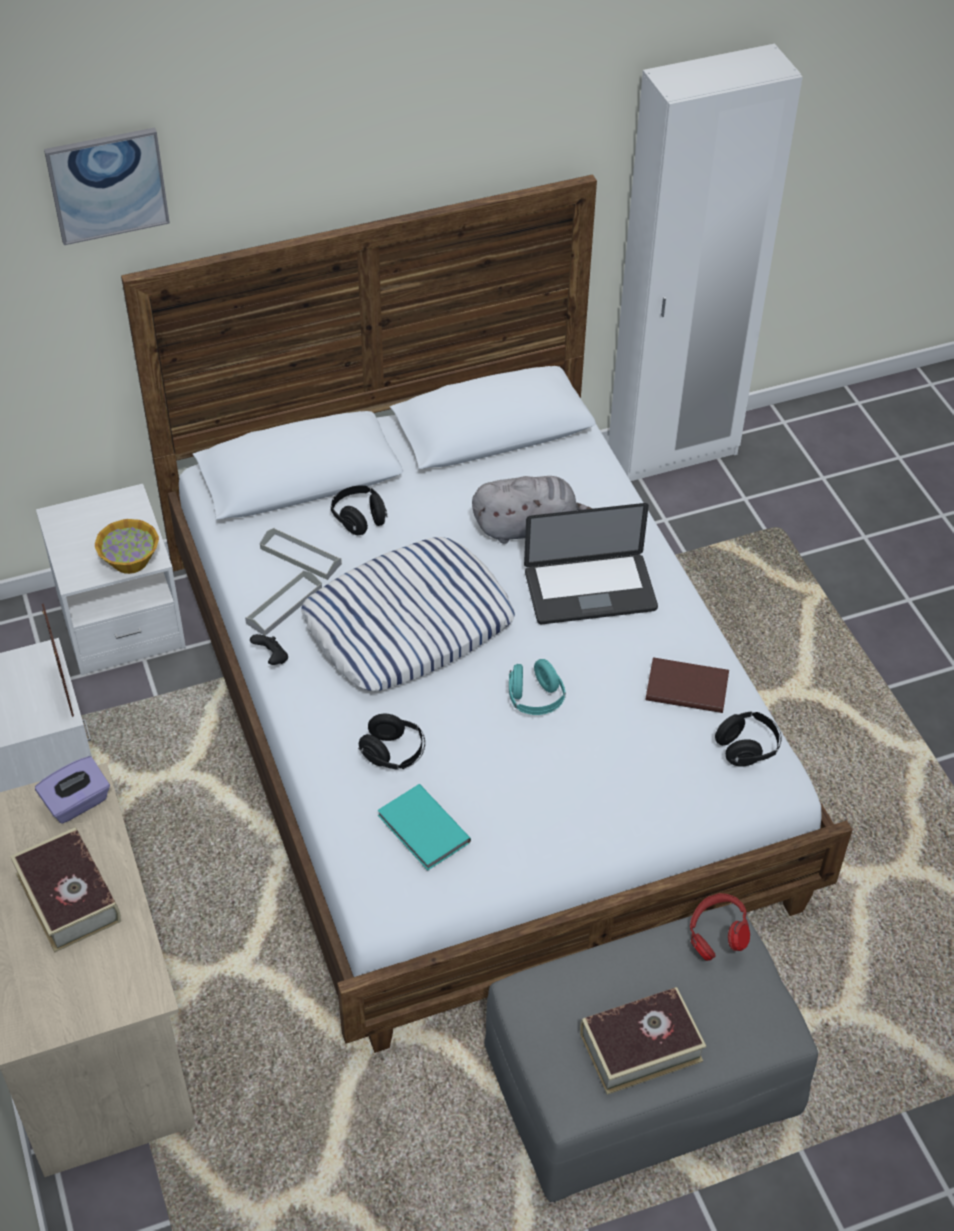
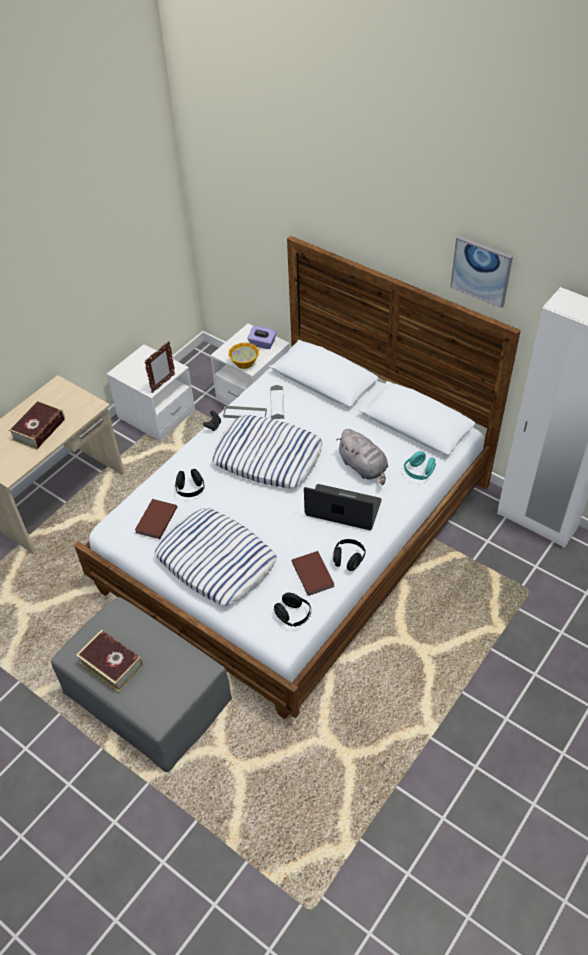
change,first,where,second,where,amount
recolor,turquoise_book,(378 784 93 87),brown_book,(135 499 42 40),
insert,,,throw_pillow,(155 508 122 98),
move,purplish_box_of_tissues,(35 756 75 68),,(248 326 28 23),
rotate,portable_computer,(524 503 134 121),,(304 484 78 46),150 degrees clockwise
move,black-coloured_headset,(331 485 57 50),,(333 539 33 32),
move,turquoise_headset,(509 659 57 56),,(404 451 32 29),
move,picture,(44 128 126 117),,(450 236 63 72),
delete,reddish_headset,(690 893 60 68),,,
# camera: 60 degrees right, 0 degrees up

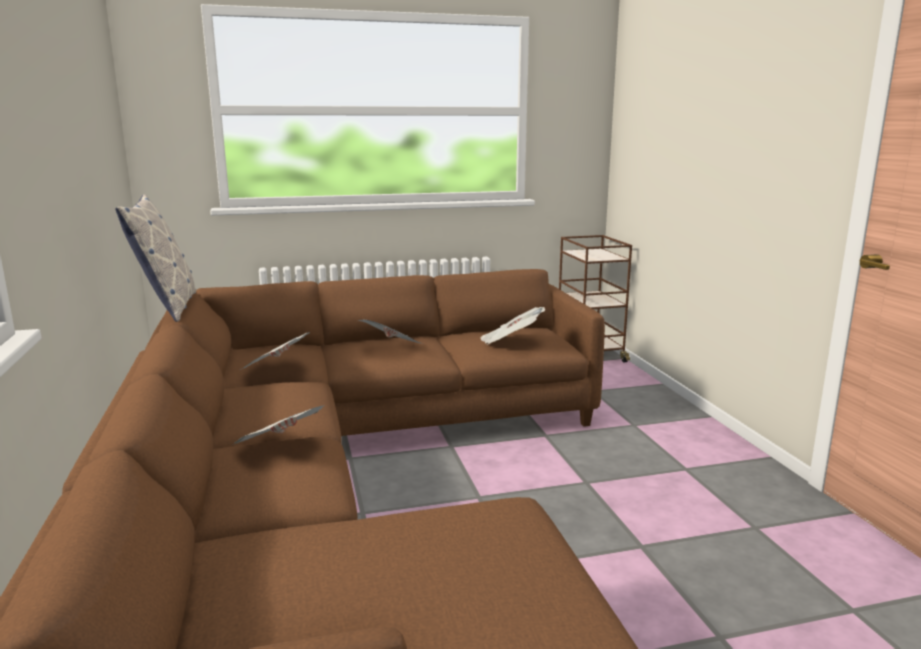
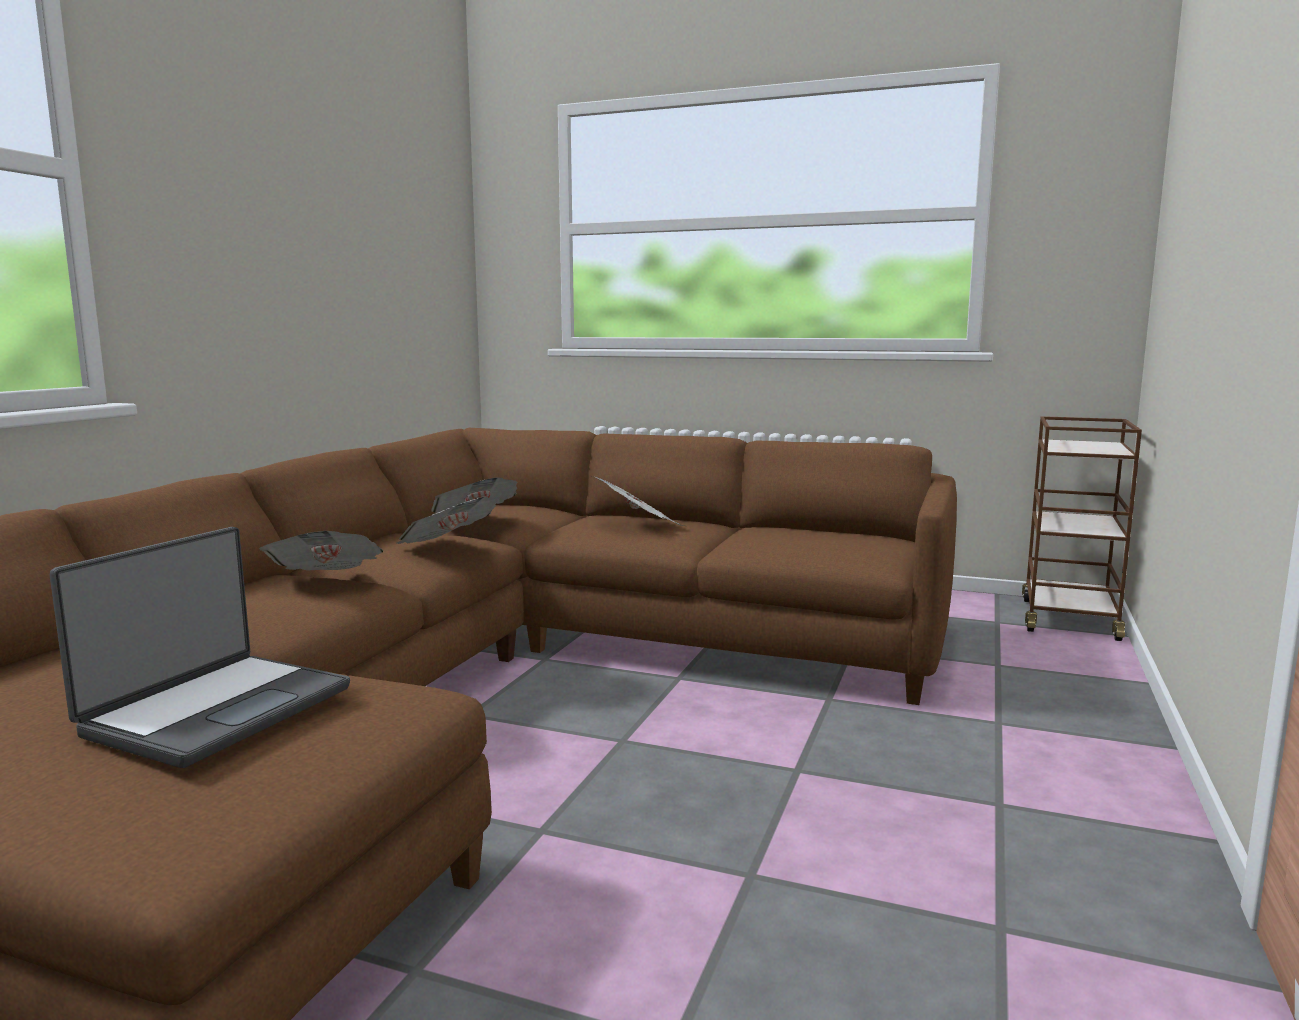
change,first,where,second,where,amount
insert,,,portable_computer,(50 527 300 241),
move,daily_paper,(481 307 64 38),,(396 496 103 48),
delete,throw_pillow,(115 194 81 128),,,
# camera: 35 degrees right, 5 degrees down

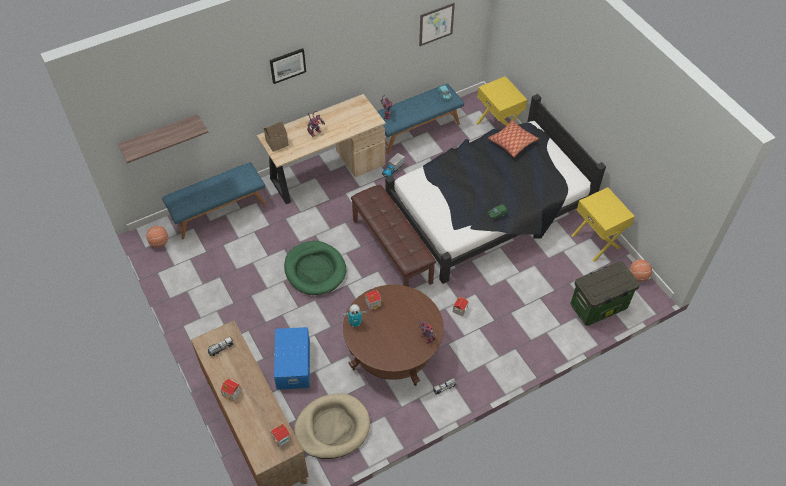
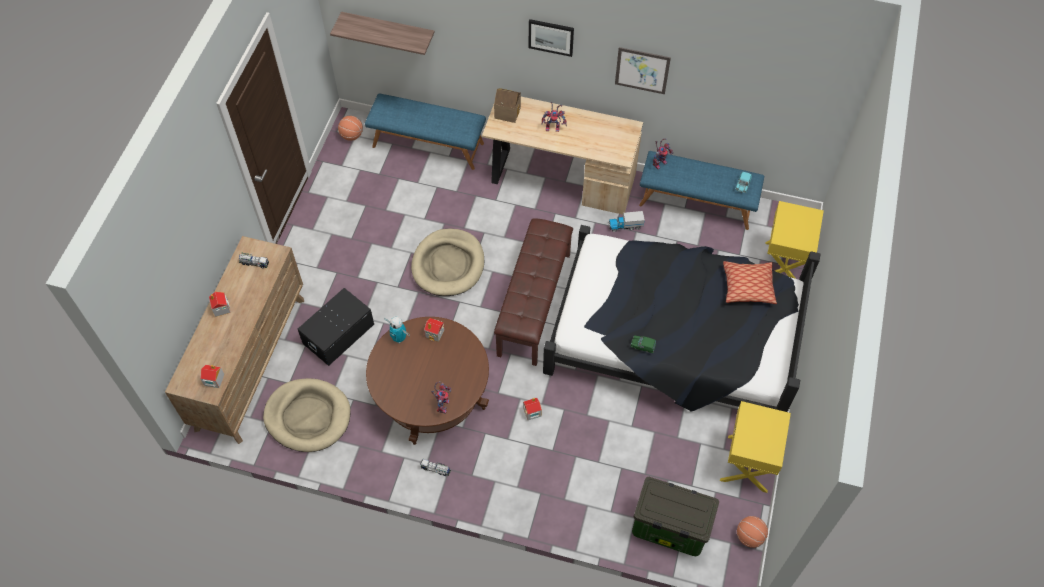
change,first,where,second,where,amount
recolor,blue_storage_bin,(274 327 36 63),black-coloured_storage_bin,(298 288 76 78),
recolor,green-coloured_dog_bed,(284 241 62 54),beige_dog_bed,(411 228 73 68),
move,picture,(419 3 36 43),,(615 47 56 47),
# camera: 45 degrees right, 5 degrees up

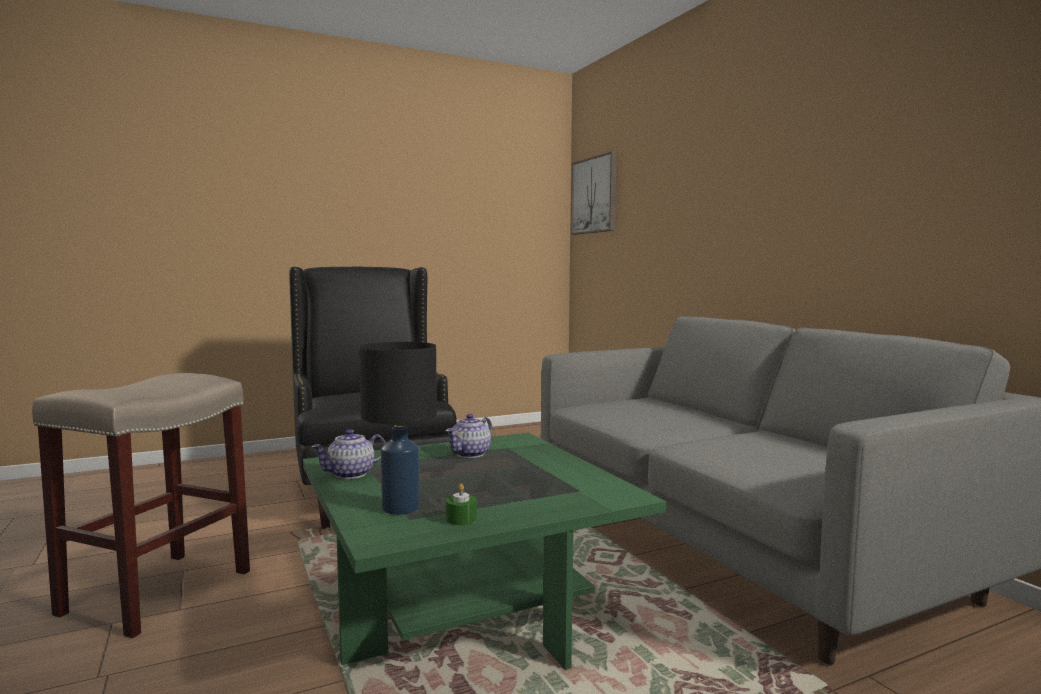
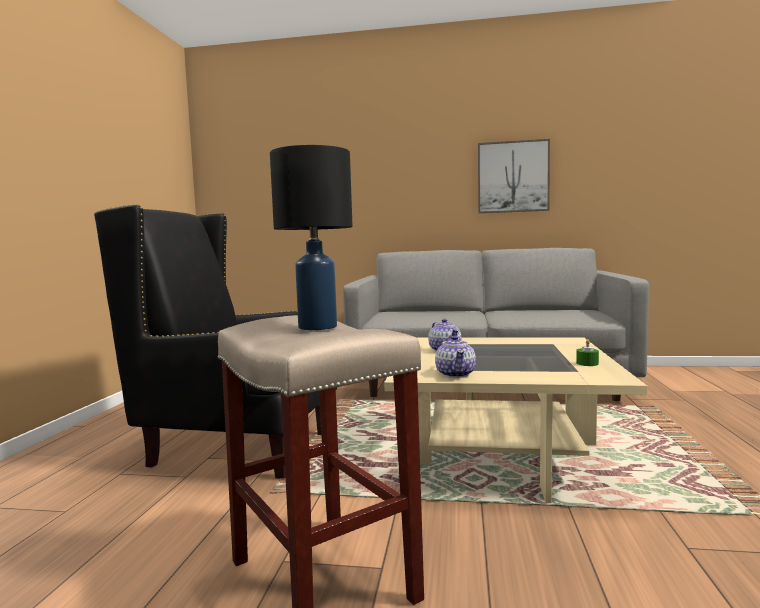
change,first,where,second,where,amount
move,black-coloured_table_lamp,(359 342 78 173),,(270 145 82 185),
recolor,green-coloured_coffee_table,(303 433 363 237),beige_coffee_table,(384 337 263 166),
move,picture,(571 151 46 84),,(478 139 72 74),
# camera: 55 degrees left, 0 degrees up

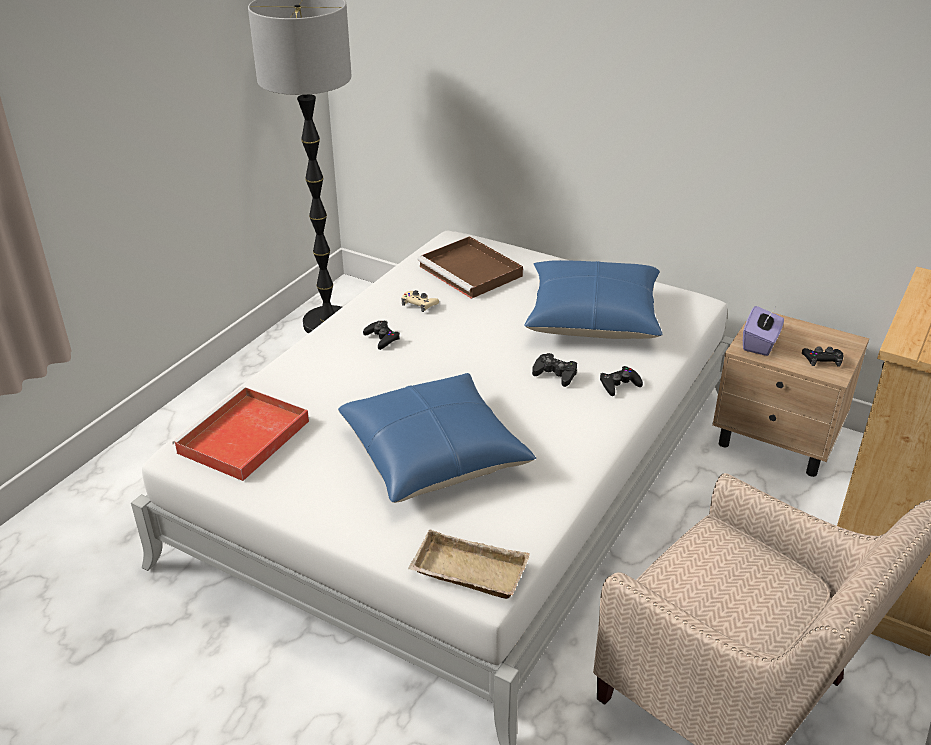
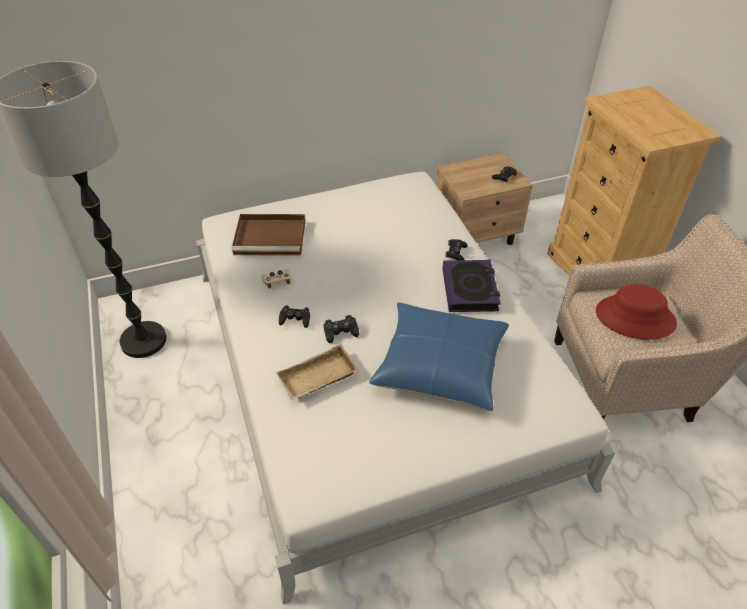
change,first,where,second,where,amount
move,beige_carrying_tray,(408 529 122 70),,(276 344 83 56),
move,black-coloured_gamepad,(532 353 45 34),,(324 315 35 28),
insert,,,book,(442 260 59 52),
insert,,,reddish_wearable_hat,(596 284 81 56),
delete,reddish_carrying_tray,(172 387 137 94),,,
delete,blue_throw_pillow,(524 260 138 79),,,
delete,purplish_box_of_tissues,(743 306 41 50),,,
# camera: 50 degrees left, 10 degrees up

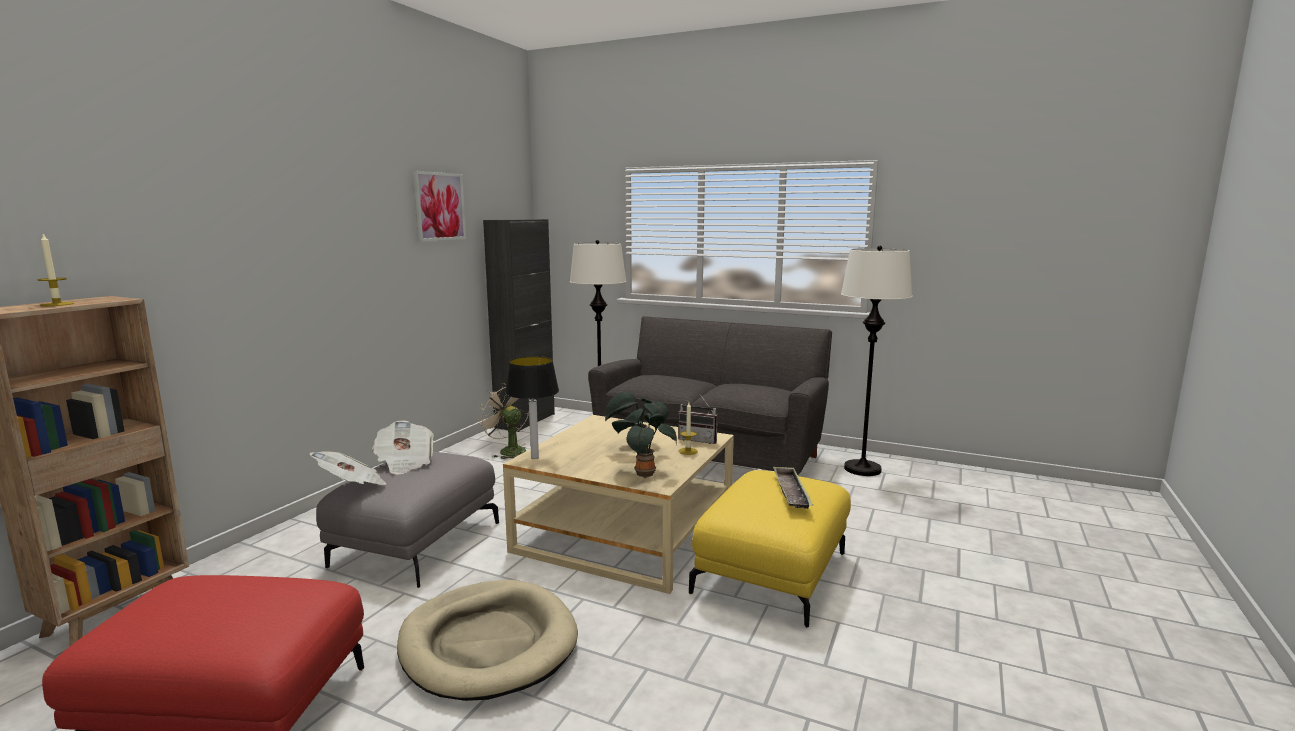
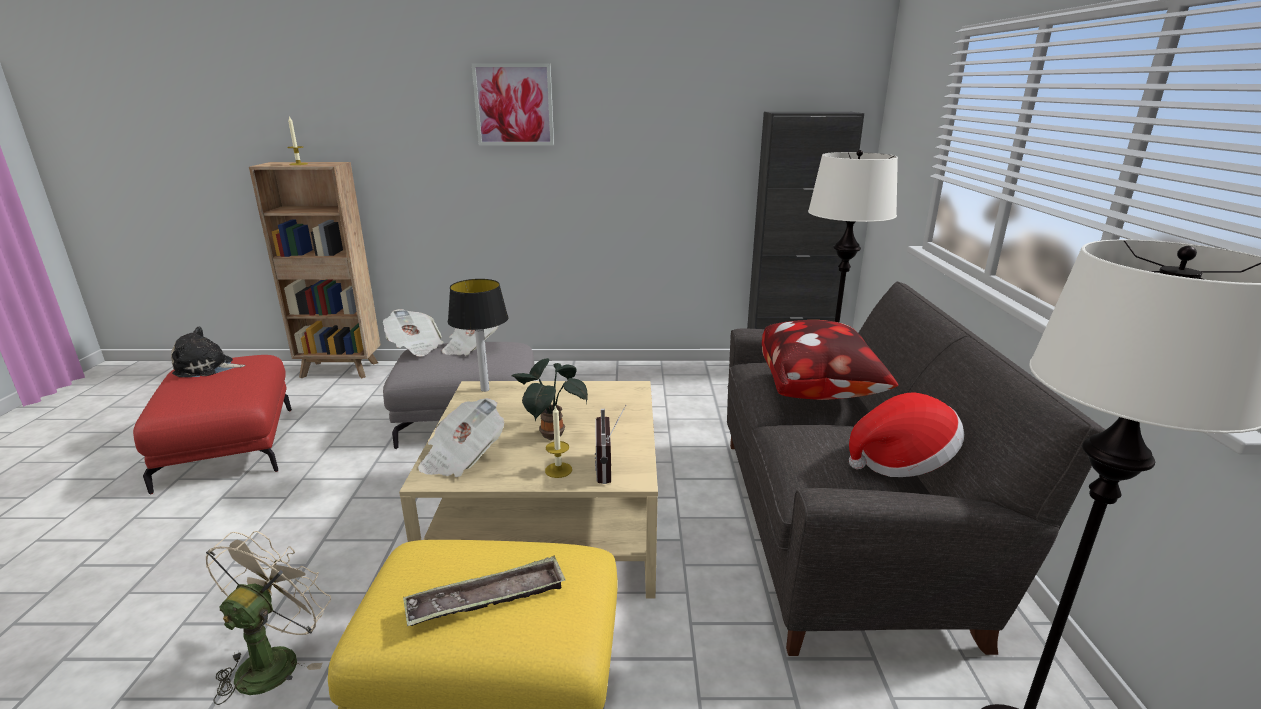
change,first,where,second,where,amount
insert,,,plush_toy,(171 326 74 51),
move,beige_fan,(478 383 52 76),,(206 531 125 174),
replace,plant_in_a_pot,(612 409 65 69),daily_paper,(418 398 86 79),
move,picture,(413 171 53 71),,(472 63 82 82),
insert,,,throw_pillow,(762 320 136 80),
insert,,,wearable_hat,(849 393 115 84),
delete,beige_dog_bed,(397 580 181 121),,,
# camera: 65 degrees right, 10 degrees up

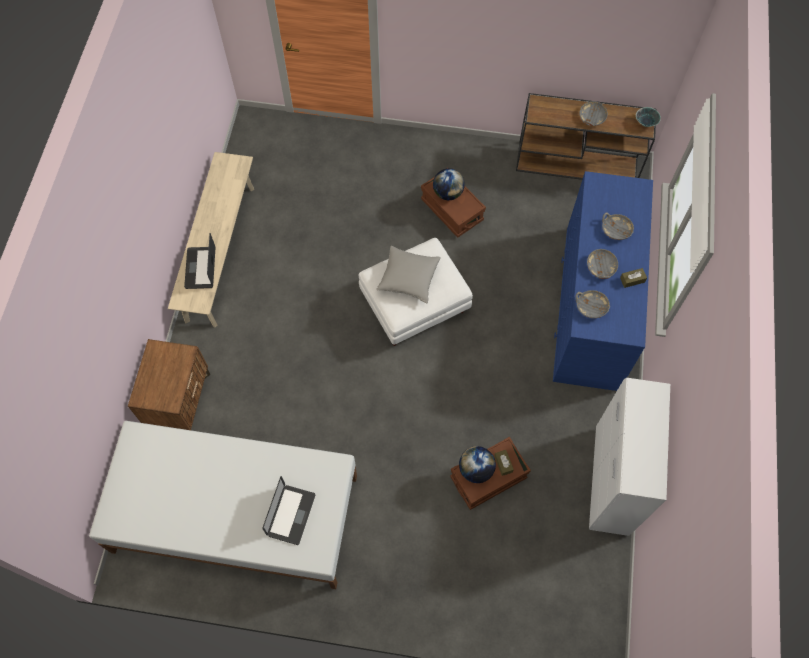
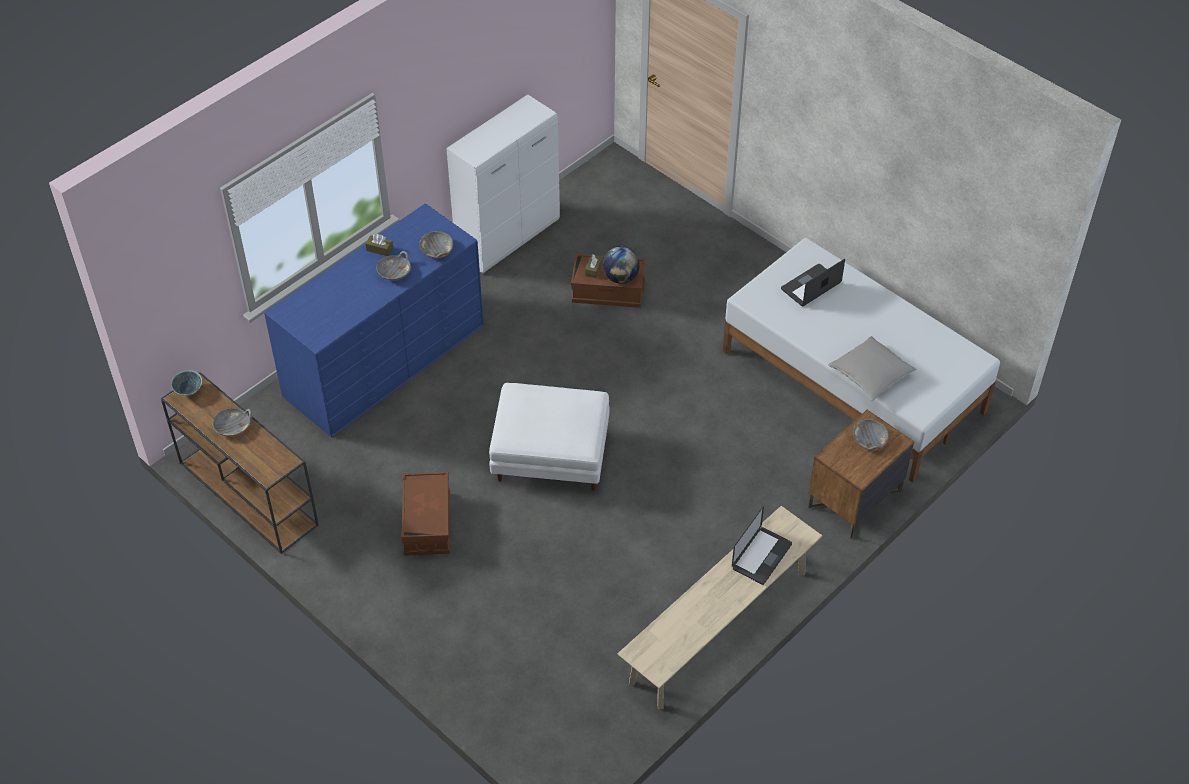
change,first,where,second,where,amount
move,greyish_throw_pillow,(376 246 65 57),,(828 336 89 65),
move,greyish_bowl,(602 213 32 27),,(853 419 36 31),
delete,world_globe,(433 168 32 32),,,
# camera: 145 degrees left, 15 degrees down

